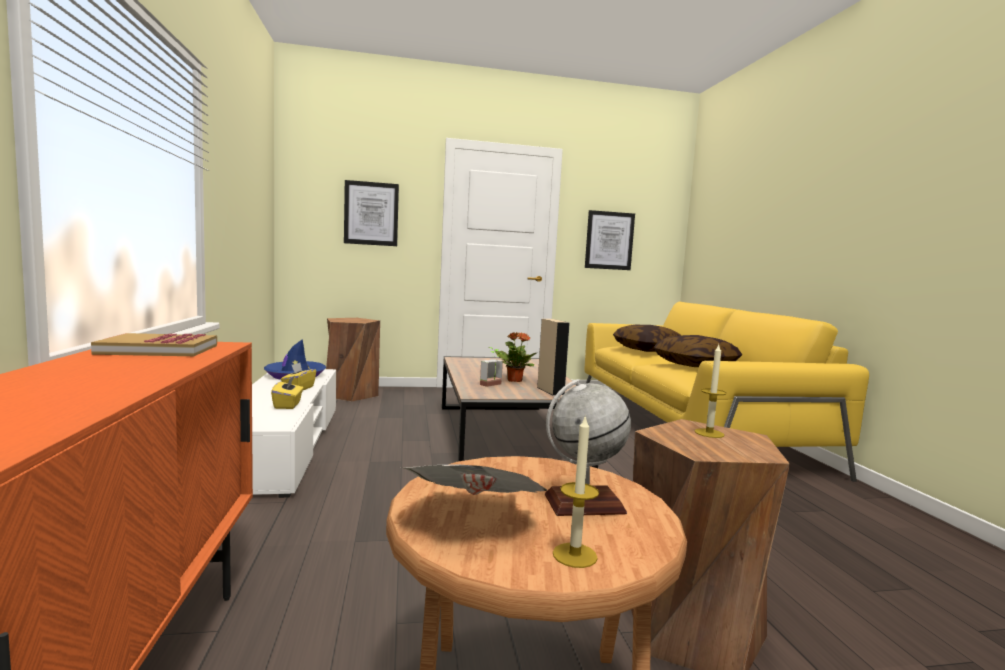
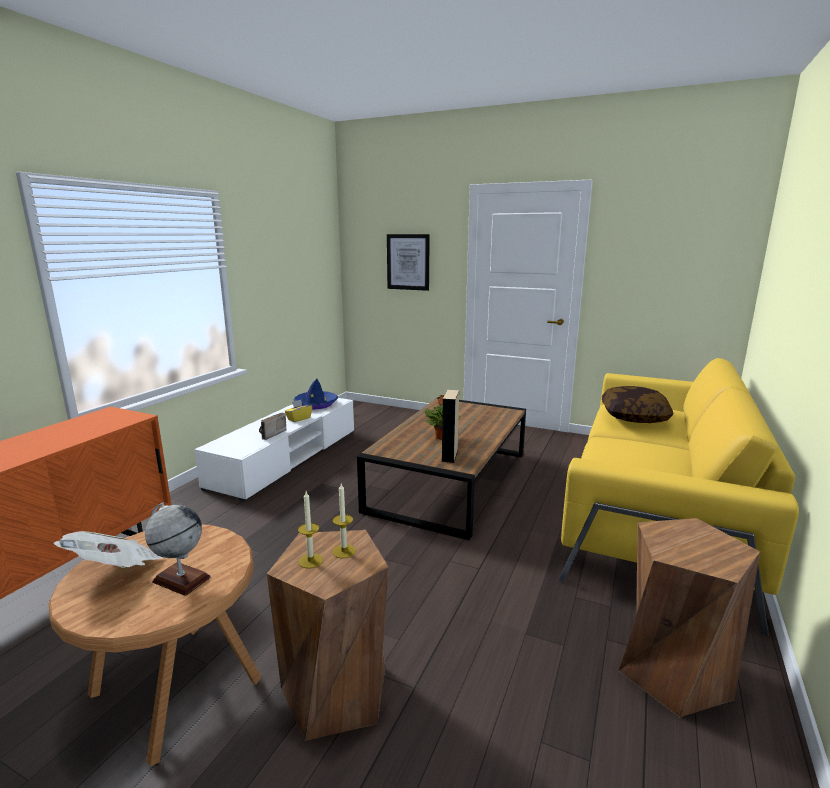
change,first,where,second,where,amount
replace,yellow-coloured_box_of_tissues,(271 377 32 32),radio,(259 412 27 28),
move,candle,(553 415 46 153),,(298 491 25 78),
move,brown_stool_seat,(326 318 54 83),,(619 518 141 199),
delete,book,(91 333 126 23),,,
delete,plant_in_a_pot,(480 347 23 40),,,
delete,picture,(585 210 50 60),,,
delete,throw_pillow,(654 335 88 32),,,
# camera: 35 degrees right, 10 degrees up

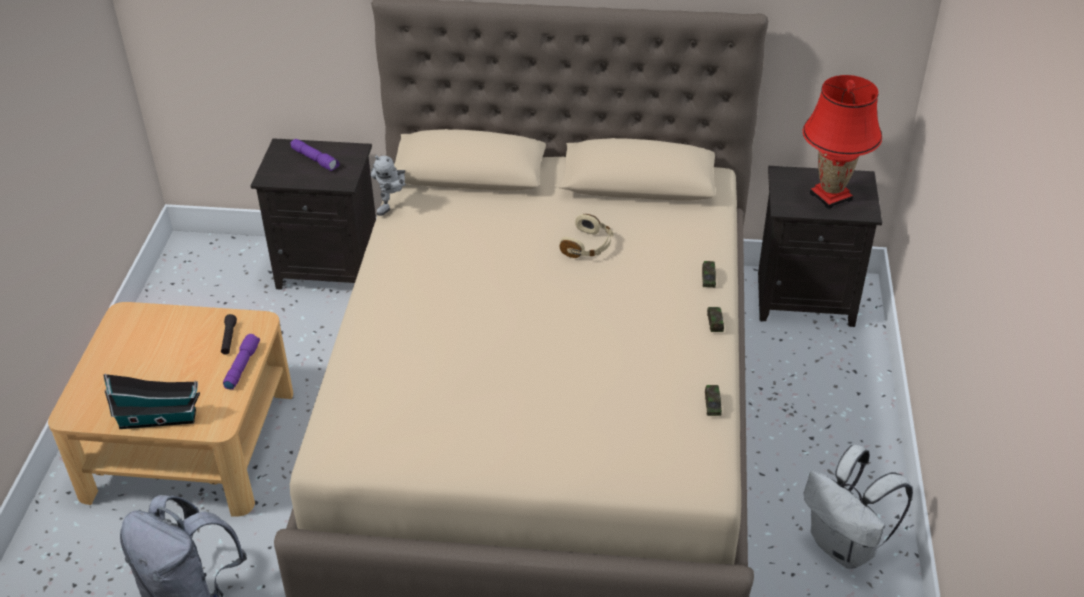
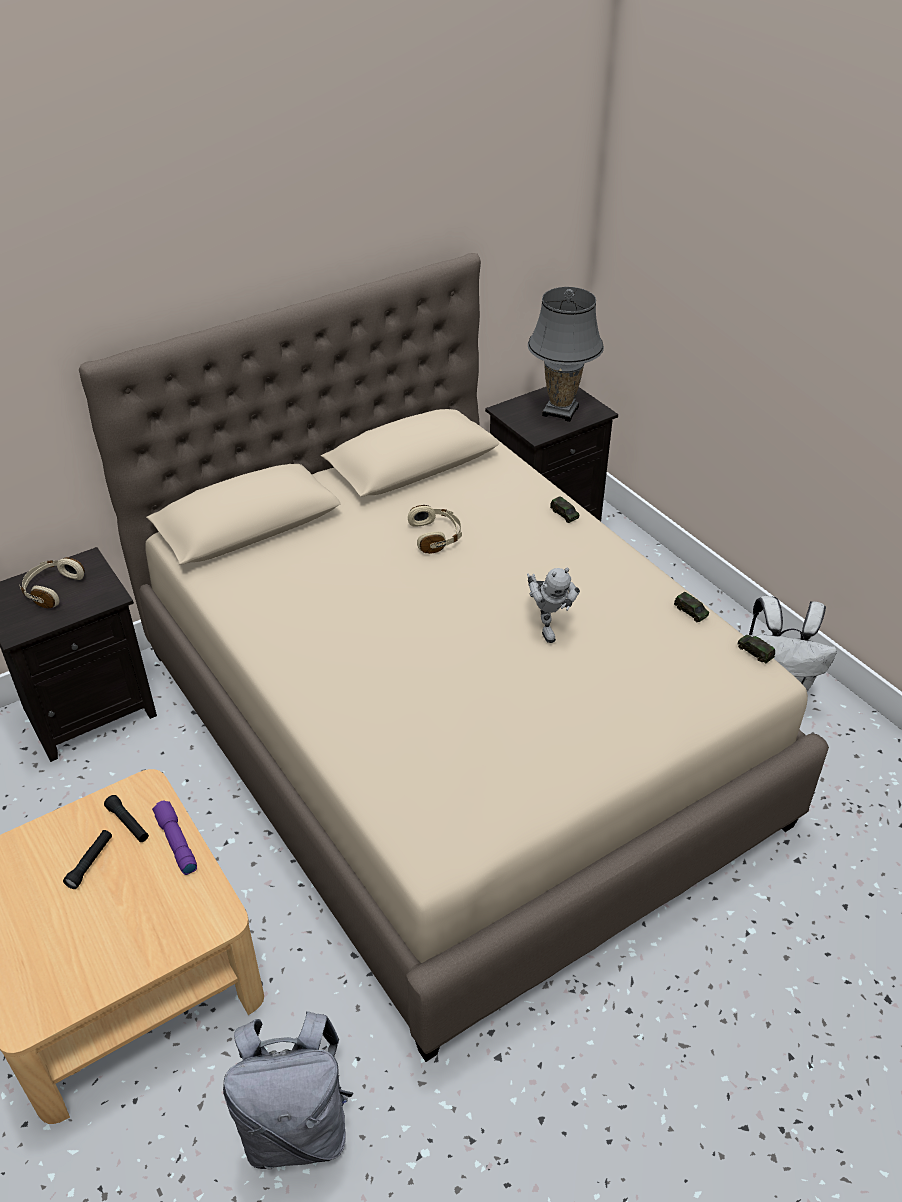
change,first,where,second,where,amount
replace,purplish_hand_torch,(291 139 49 32),beige_headset,(19 557 66 51),
insert,,,black-coloured_hand_torch,(63 830 49 59),
move,model_robot,(371 155 35 61),,(527 568 53 75),
recolor,reddish_table_lamp,(803 75 79 134),greyish_table_lamp,(528 287 76 135),
move,toy_car,(707 307 17 25),,(738 635 37 29),
delete,model_house,(103 374 97 55),,,
# camera: 40 degrees left, 0 degrees up

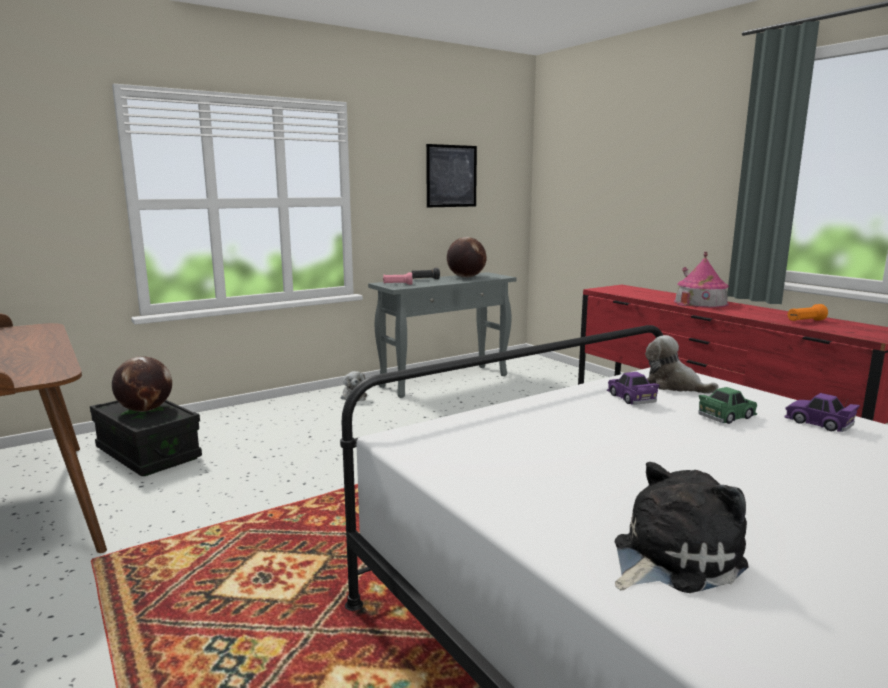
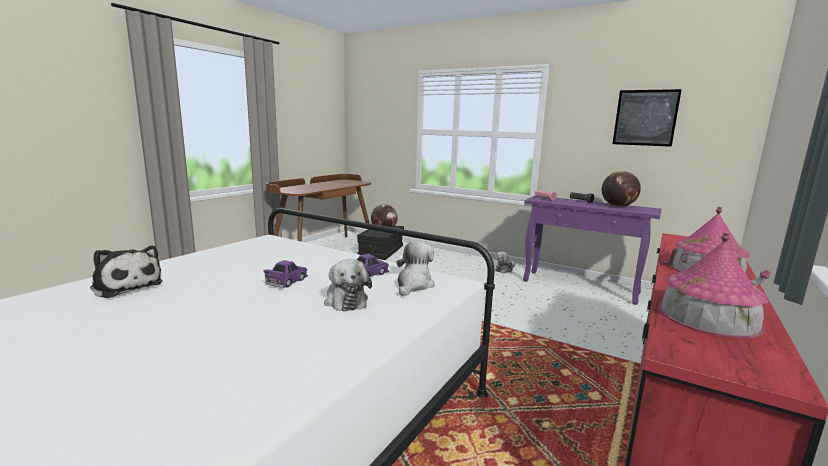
change,first,where,second,where,amount
move,purplish_toy_car,(785 393 75 39),,(263 260 45 28),
replace,green-coloured_toy_car,(698 387 59 37),plush_toy,(324 259 48 53),
recolor,greyish_console_table,(368 272 149 126),purplish_console_table,(523 196 139 109),
replace,orangey_hand_torch,(788 304 40 17),model_house,(658 232 112 107),
# camera: 65 degrees right, 0 degrees up

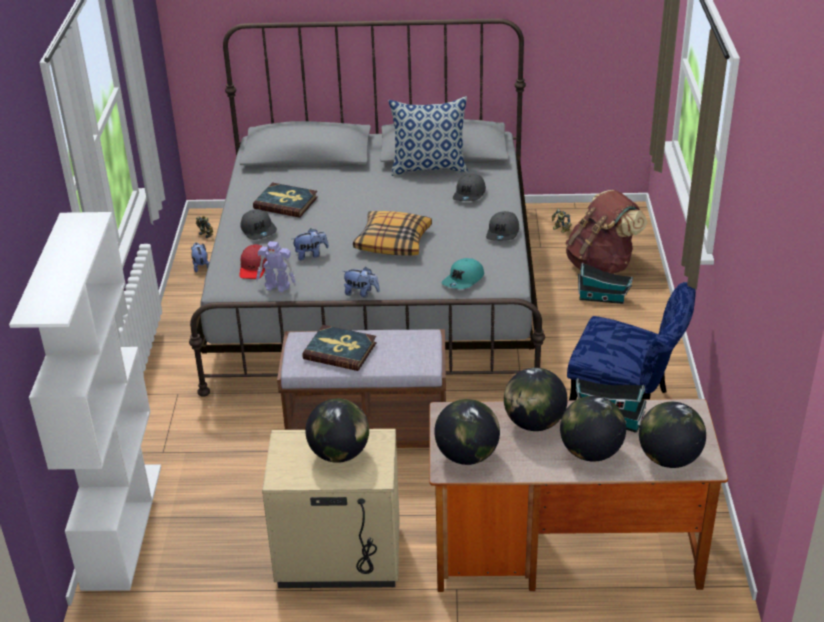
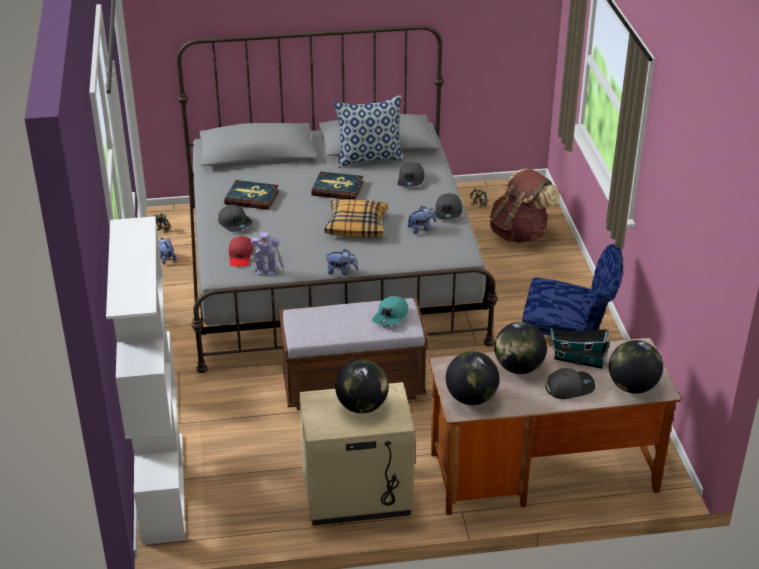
change,first,where,second,where,amount
move,book,(303 325 74 46),,(311 171 52 29),
move,turquoise_baseball_cap,(442 258 42 31),,(372 296 36 30),
move,plush_toy,(292 228 37 32),,(408 206 28 28),
replace,world_globe,(560 396 66 66),greyish_baseball_cap,(545 368 50 31),
delete,model_house,(578 263 55 41),,,
# camera: 10 degrees left, 0 degrees up

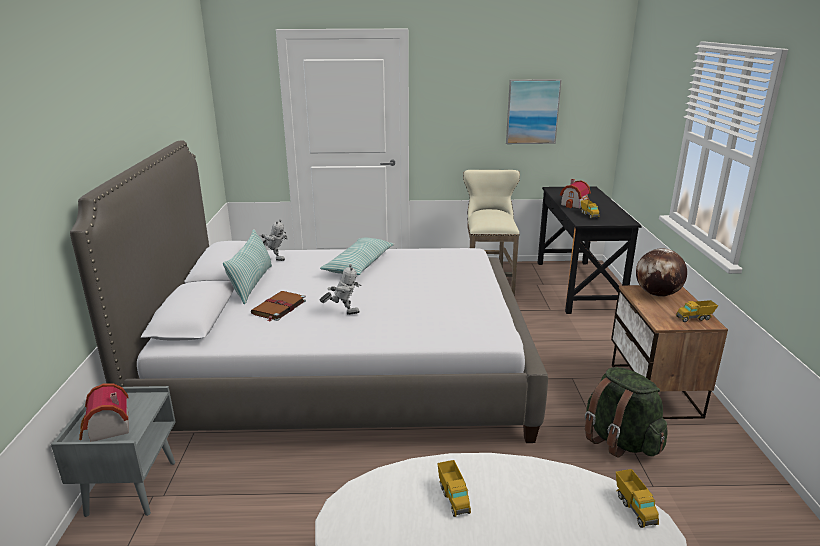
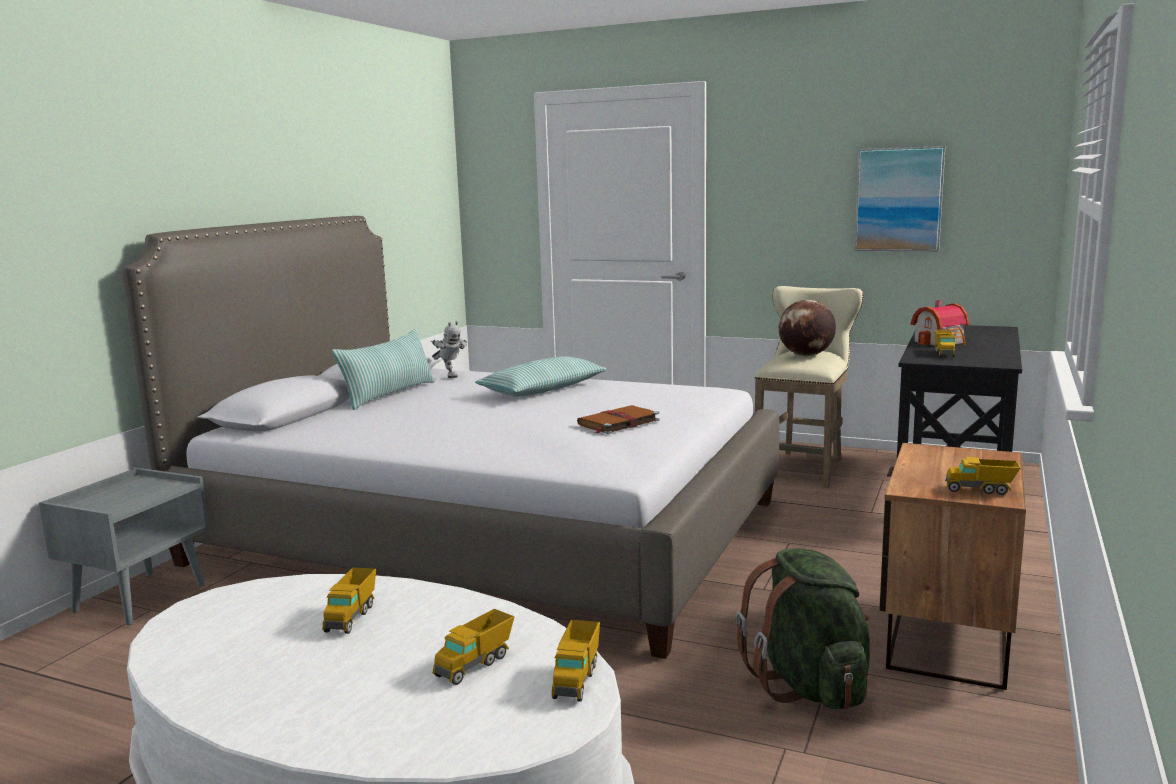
change,first,where,second,where,amount
insert,,,toy_lorry,(433 609 81 76),
move,brown_book,(251 291 55 31),,(577 405 82 29),
move,world_globe,(636 248 51 49),,(779 300 57 56),
delete,model_house,(79 384 50 57),,,
delete,model_robot,(320 264 42 51),,,
# camera: 25 degrees right, 10 degrees down

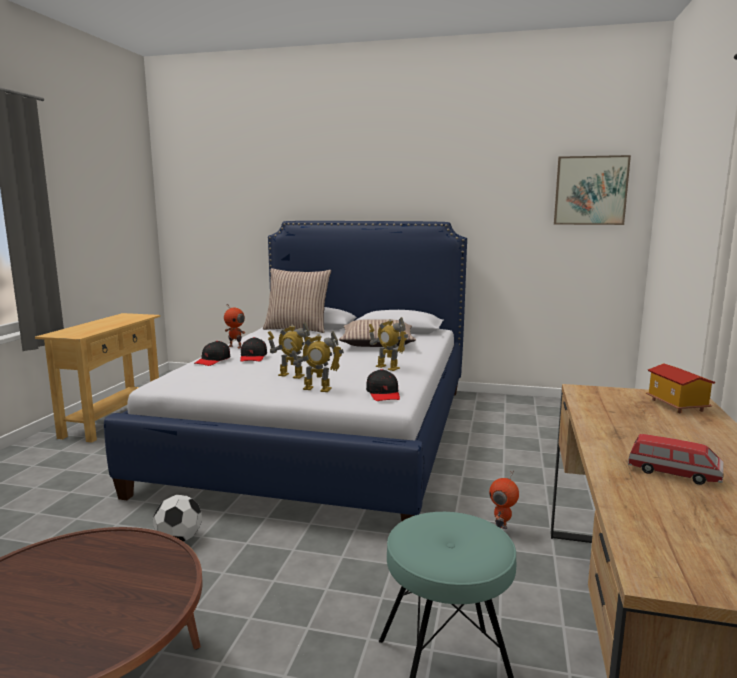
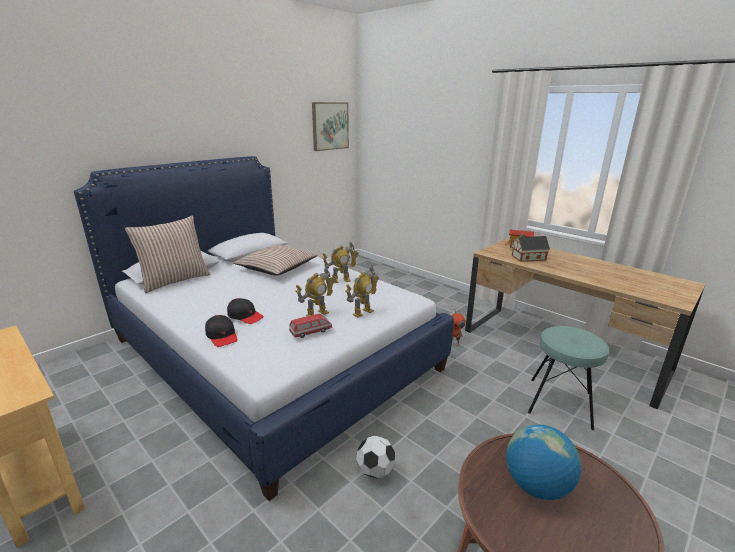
change,first,where,second,where,amount
move,toy_car,(628 434 95 51),,(289 314 43 24),
insert,,,world_globe,(506 424 75 76),
insert,,,model_house,(512 234 38 28),
delete,model_robot,(224 303 22 45),,,
delete,black-coloured_baseball_cap,(366 369 34 32),,,
# camera: 60 degrees left, 10 degrees up

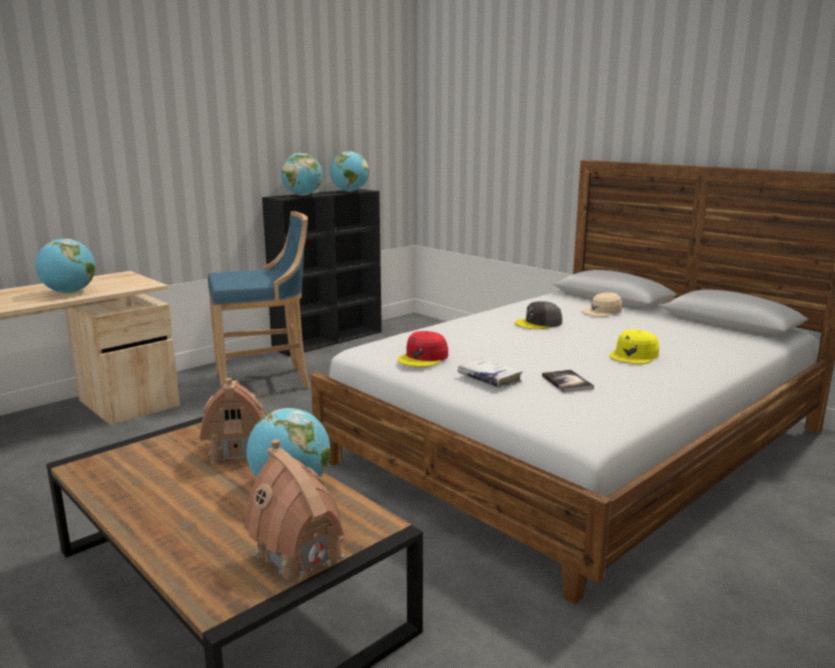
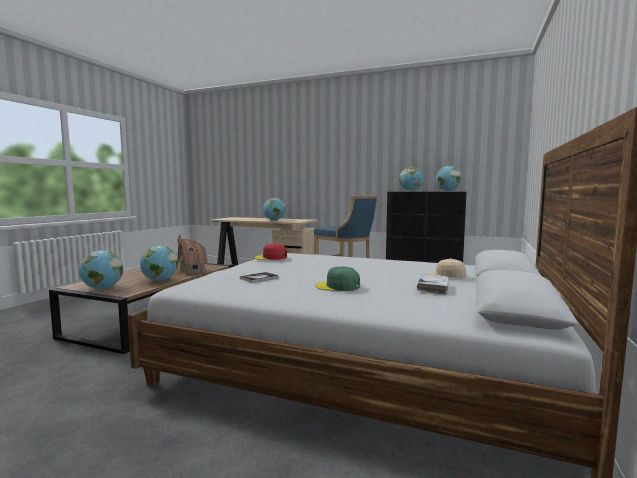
change,first,where,second,where,amount
replace,model_house,(244 439 101 141),world_globe,(79 250 44 39),
recolor,yellow-coloured_baseball_cap,(609 329 50 35),green-coloured_baseball_cap,(315 266 45 25),
move,white-coloured_book,(458 358 65 30),,(417 274 32 21),
delete,greyish_baseball_cap,(515 301 47 28),,,
# camera: 65 degrees right, 10 degrees down

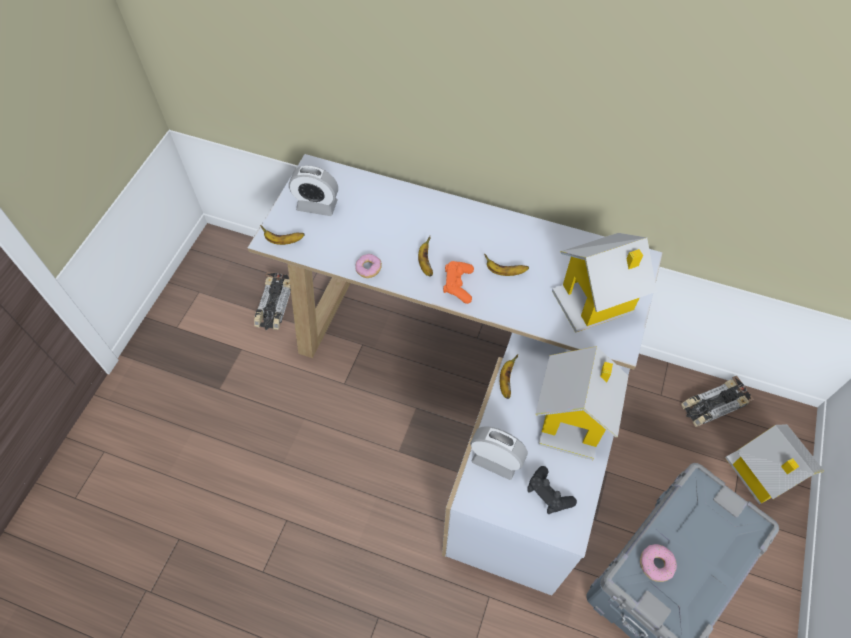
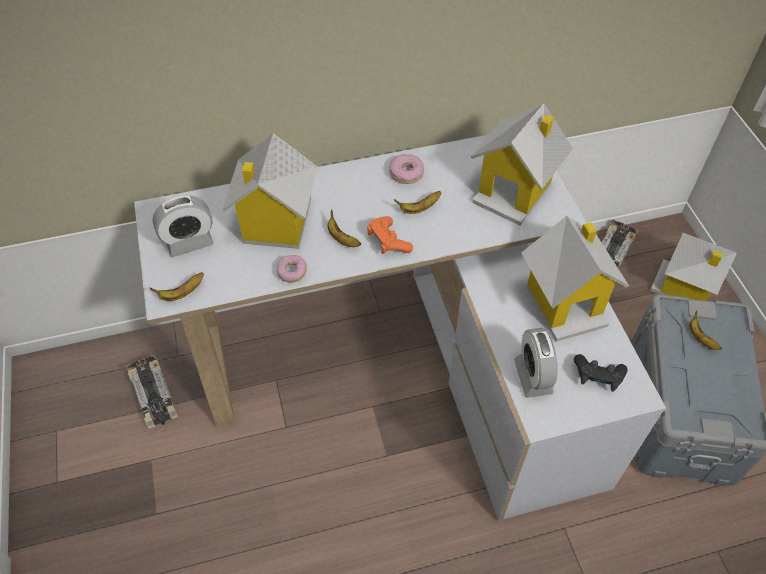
change,first,where,second,where,amount
insert,,,model_house,(222 133 95 116),
move,donut,(640 544 37 38),,(389 154 35 30),
rotate,alarm_clock,(470 426 58 54),,(514 328 44 70),90 degrees counterclockwise
move,whole_banana,(500 354 18 45),,(689 310 33 40),
# camera: 35 degrees left, 5 degrees down

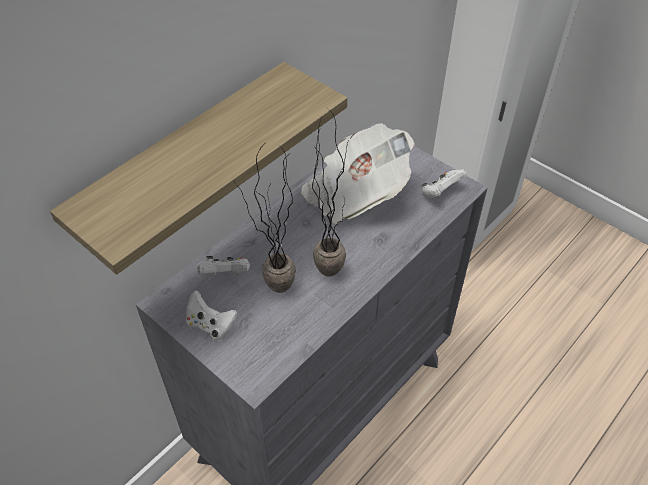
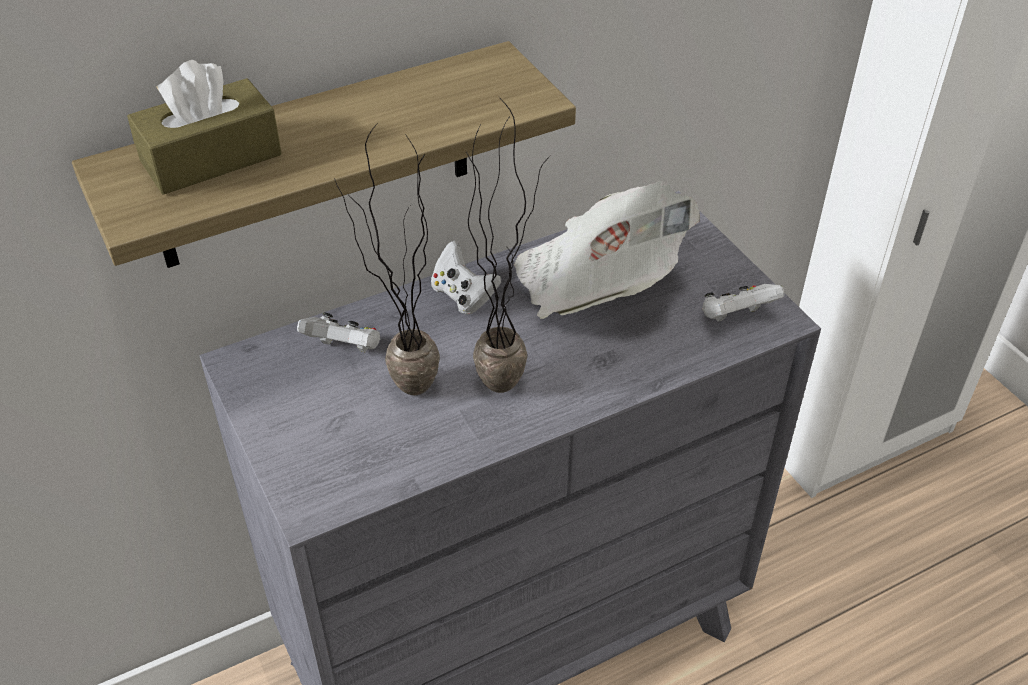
change,first,where,second,where,amount
insert,,,brown_box_of_tissues,(127 60 155 135),
move,white-coloured_gamepad,(186 290 52 51),,(431 241 70 74),
# camera: 20 degrees right, 5 degrees down

